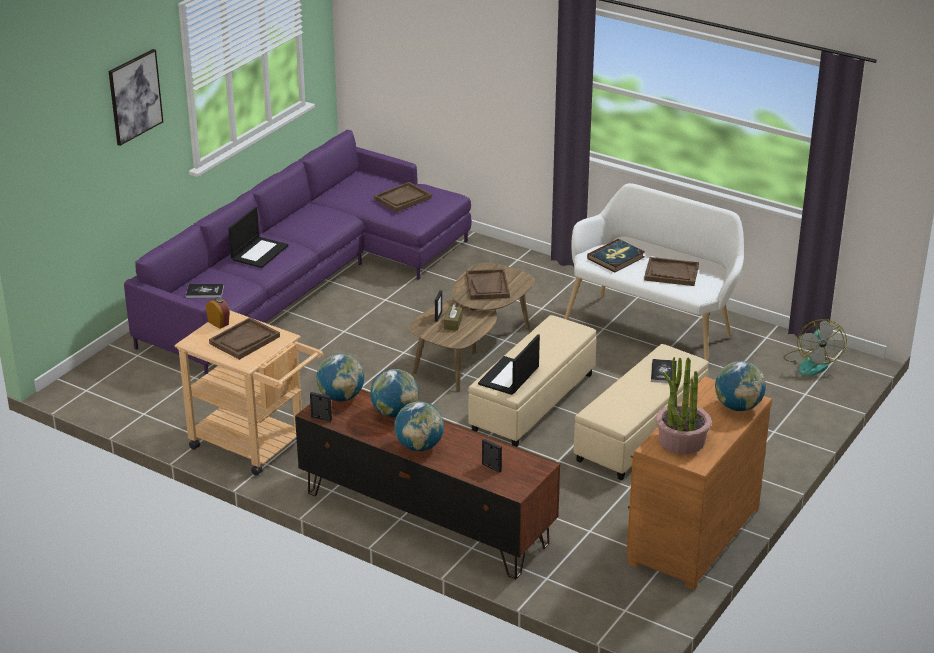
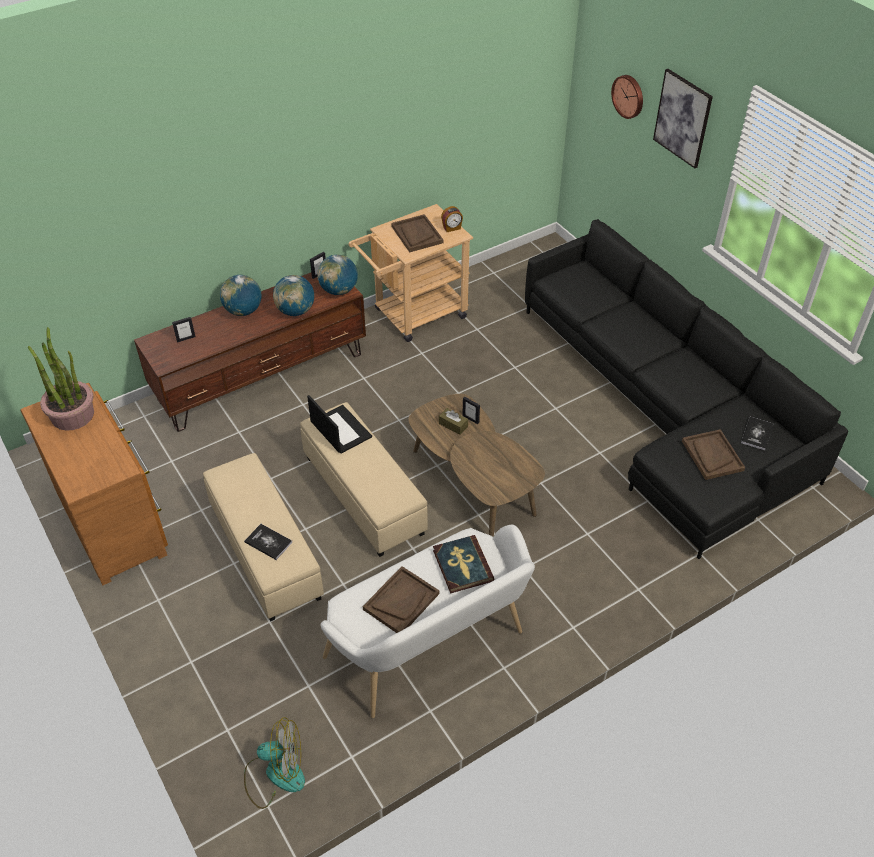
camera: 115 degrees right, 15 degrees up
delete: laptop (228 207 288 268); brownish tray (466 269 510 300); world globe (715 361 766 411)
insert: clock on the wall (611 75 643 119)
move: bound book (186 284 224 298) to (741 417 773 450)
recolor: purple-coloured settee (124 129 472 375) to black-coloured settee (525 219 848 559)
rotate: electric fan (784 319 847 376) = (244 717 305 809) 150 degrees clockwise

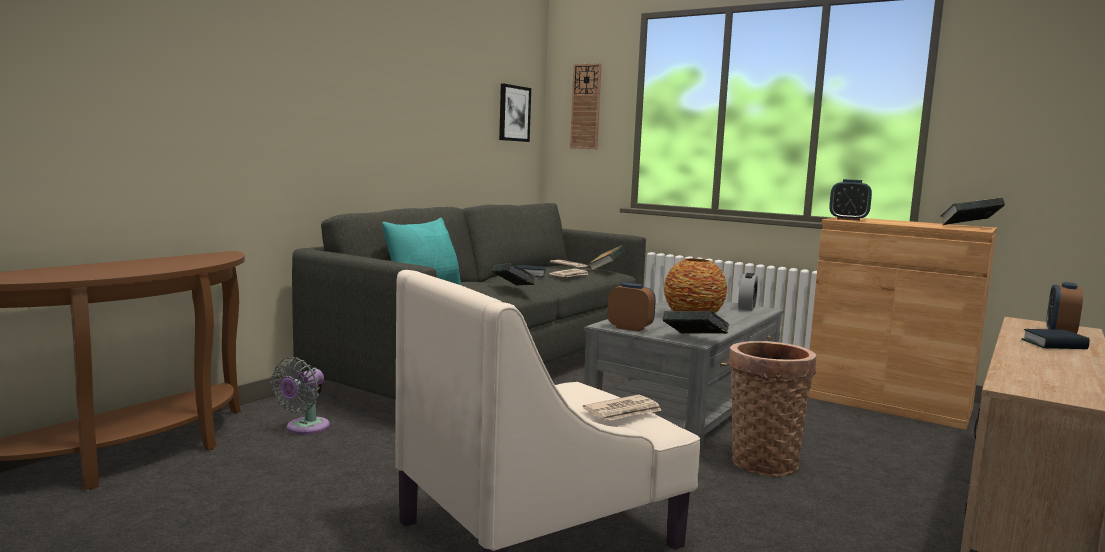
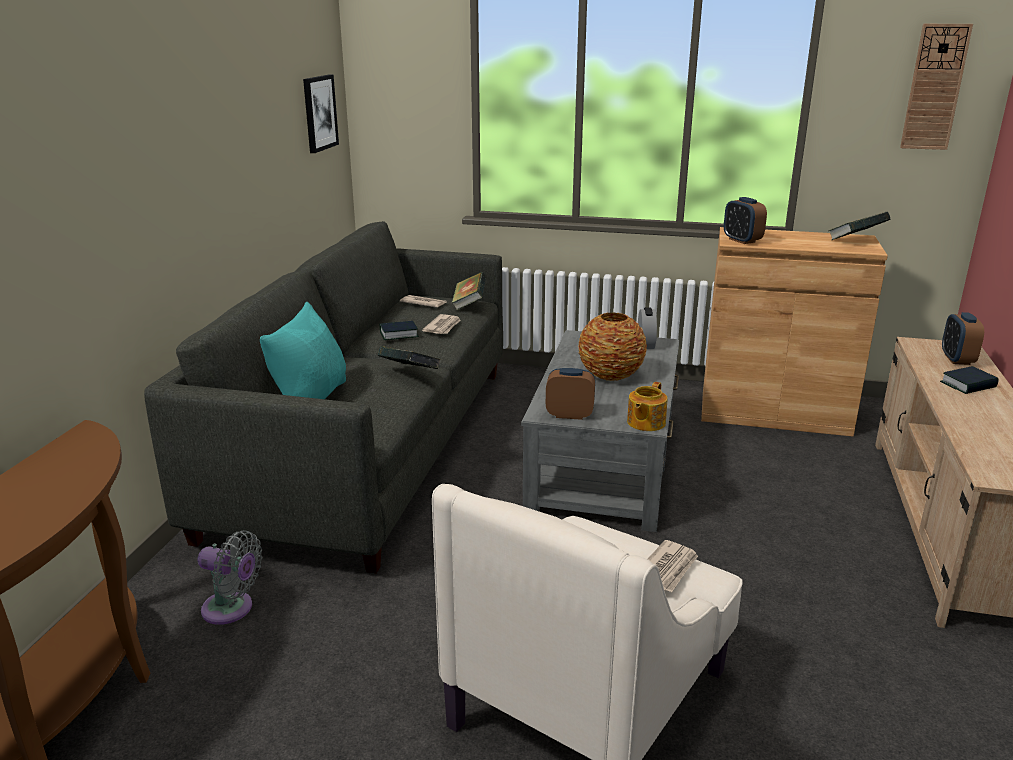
camera: 20 degrees left, 15 degrees up
delete: household basket (729 341 816 477)
move: clock on the wall (570 63 602 149) to (900 24 973 150)
replace: bound book (662 311 729 334) to pot for tea (627 382 668 431)
rotate: greyish electric fan (270 357 330 434) = (198 530 262 625) 75 degrees counterclockwise; alarm clock (829 179 872 221) = (724 197 767 244) 60 degrees clockwise

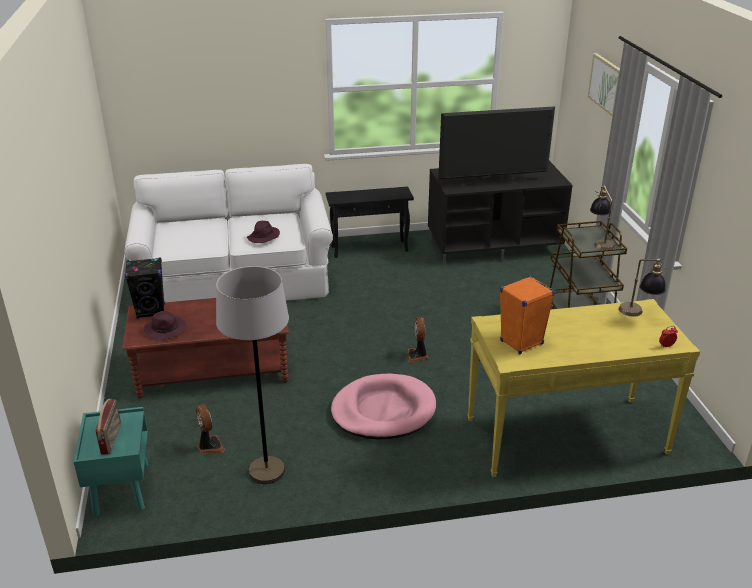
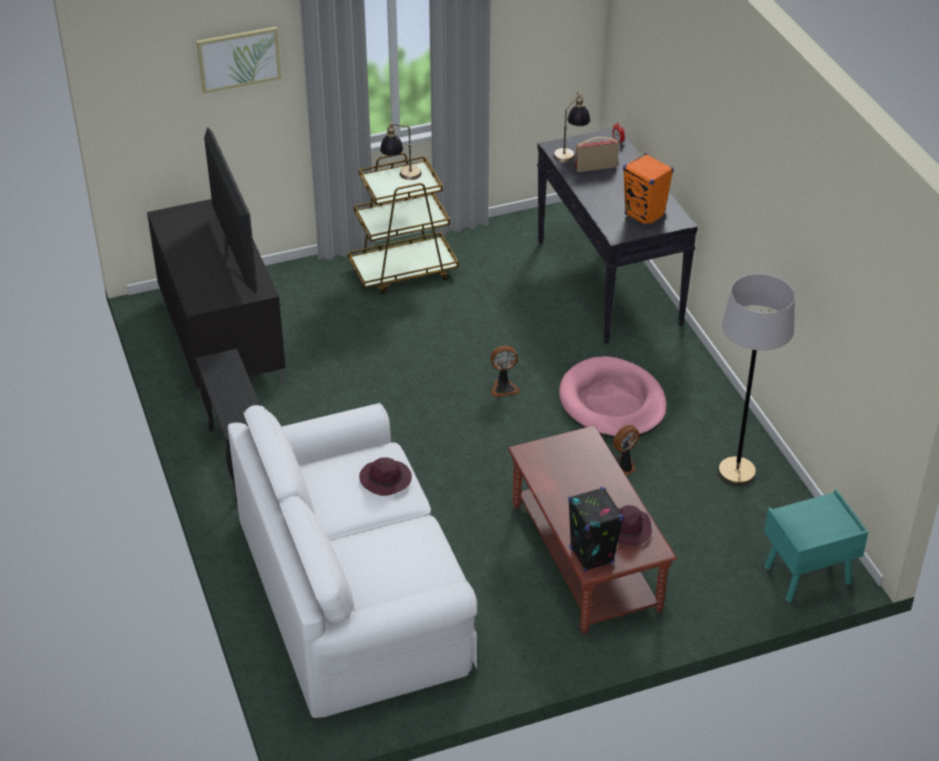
camera: 100 degrees left, 10 degrees up
move: radio receiver (95 399 121 455) to (575 137 619 172); electric fan (196 404 225 454) to (613 424 640 476)
recolor: yellowish narrow table (467 299 700 477) to black-coloured narrow table (537 128 698 344)

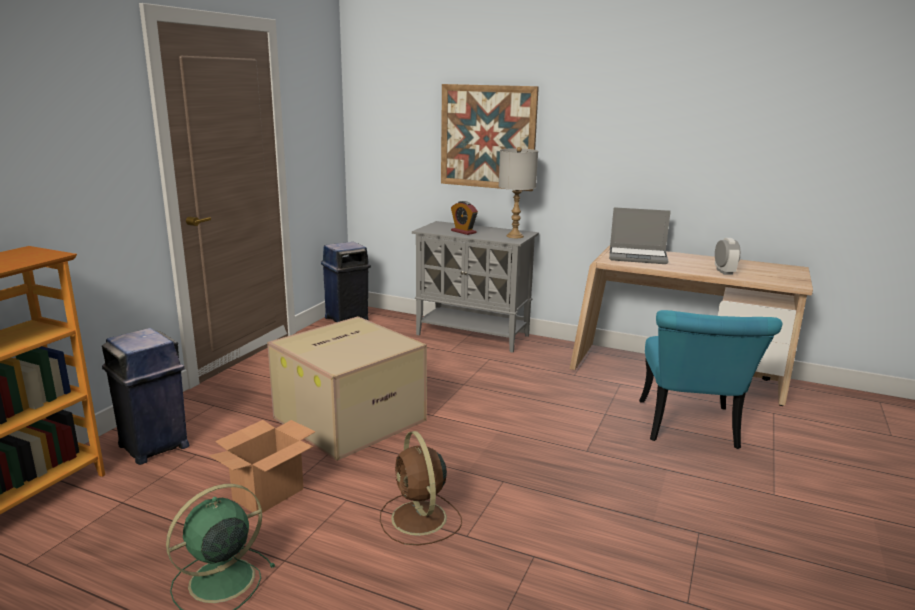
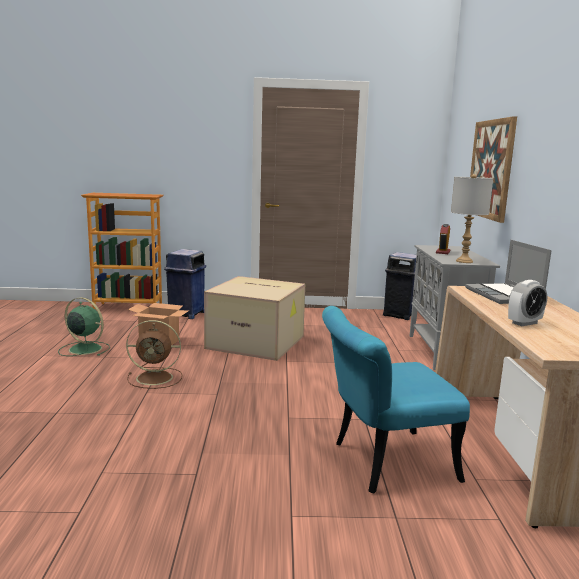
camera: 65 degrees right, 5 degrees down
rotate: brownish electric fan (380 431 462 545) = (126 320 182 389) 135 degrees counterclockwise

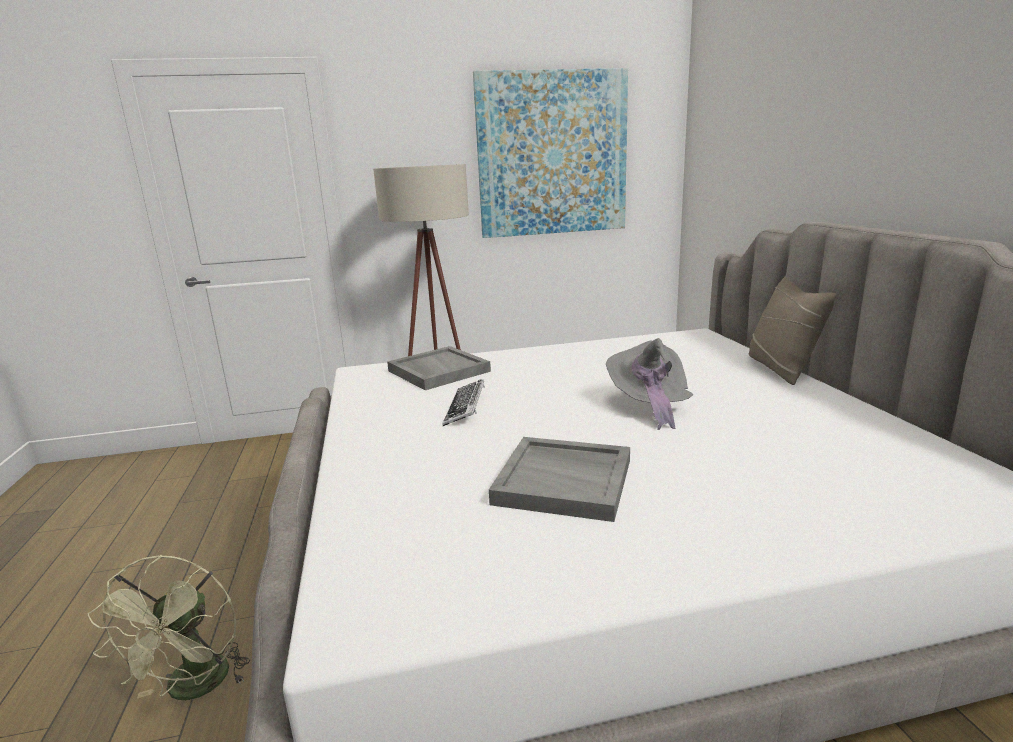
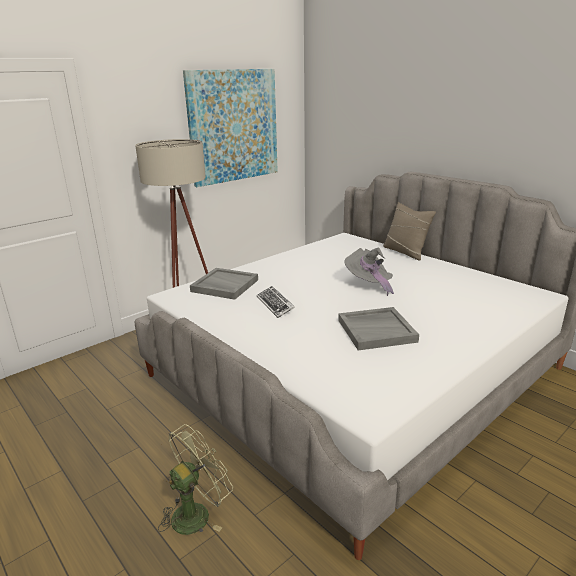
camera: 30 degrees left, 5 degrees up
rotate: greenish electric fan (87 555 250 700) = (158 424 233 535) 105 degrees counterclockwise

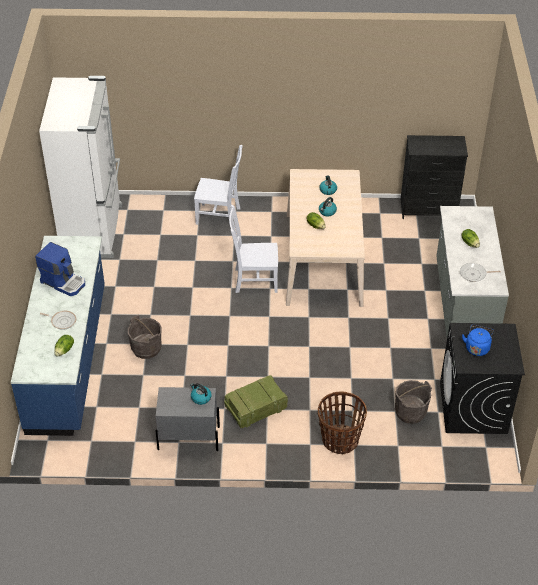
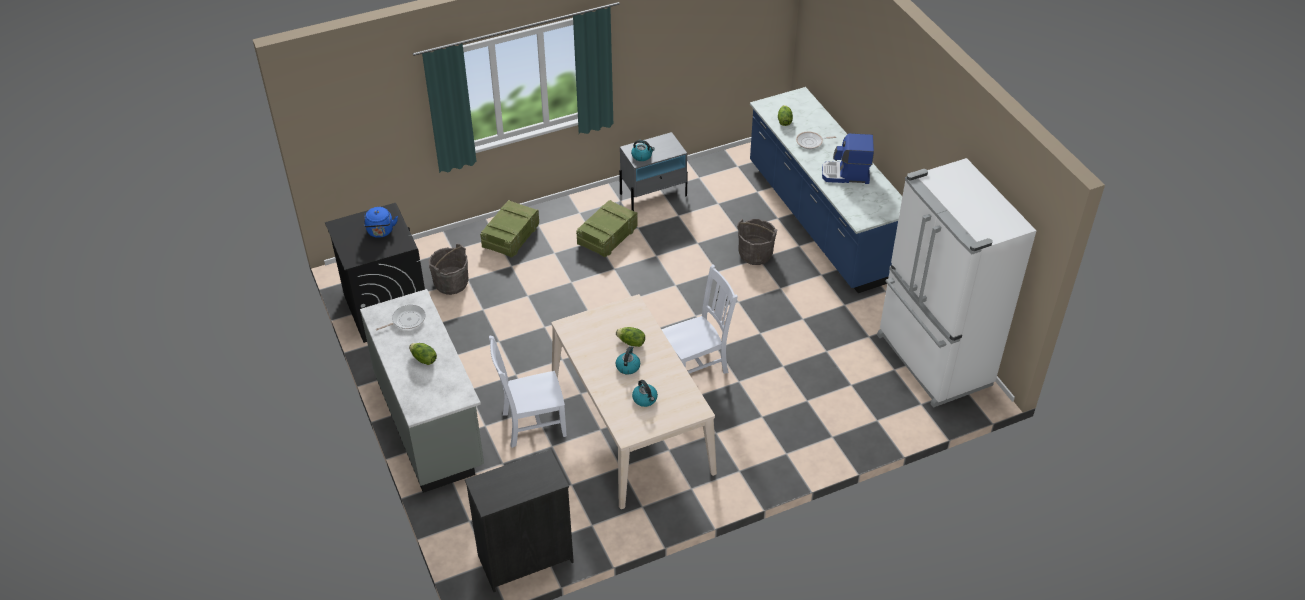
camera: 155 degrees right, 0 degrees up
move: white plain chair (194 145 243 225) to (489 336 567 448)
replace: household basket (318 392 367 454) to crate (480 200 539 258)

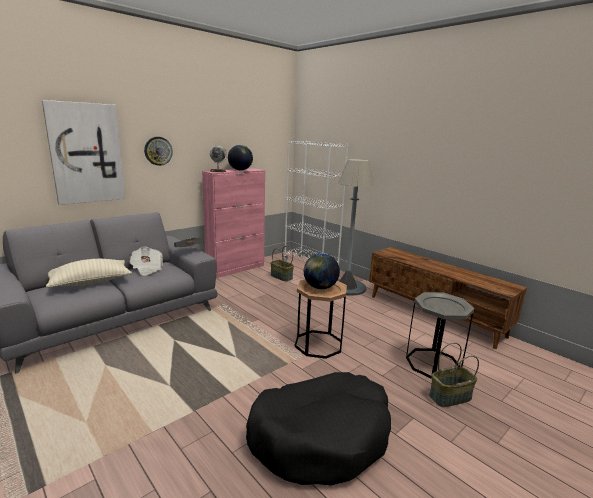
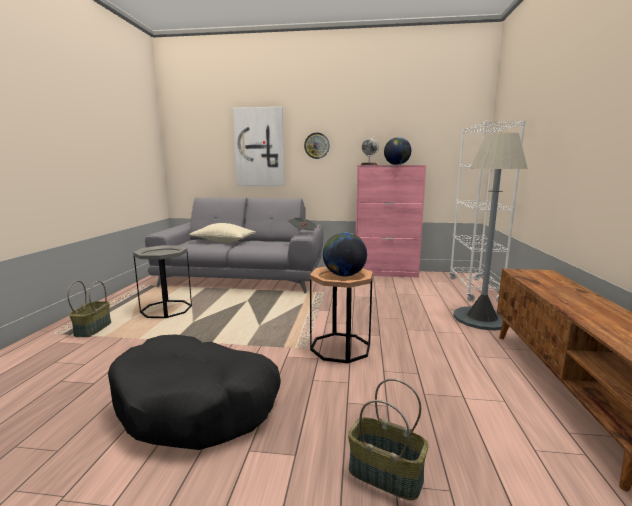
camera: 50 degrees right, 5 degrees down
delete: printed paper (129 247 163 276)
move: household basket (270 246 294 281) to (67 281 111 337); greyish end table (406 292 474 379) to (133 245 192 318)

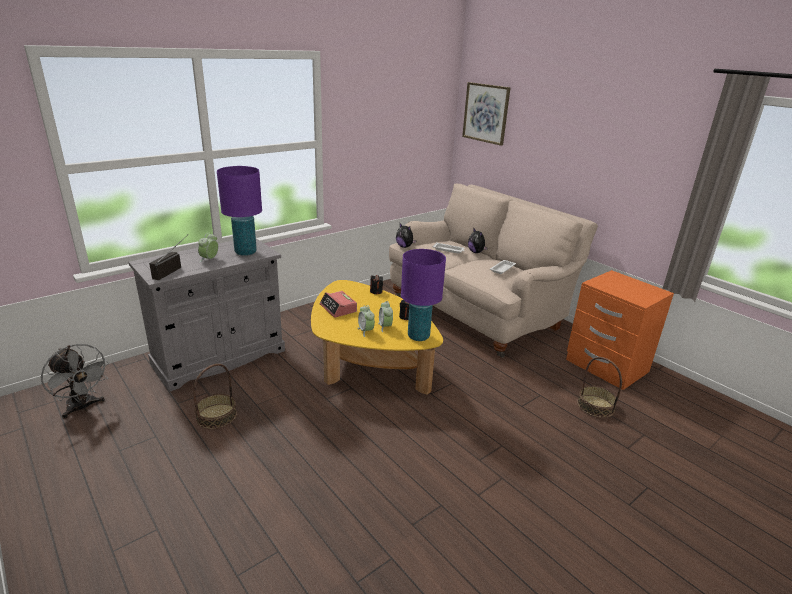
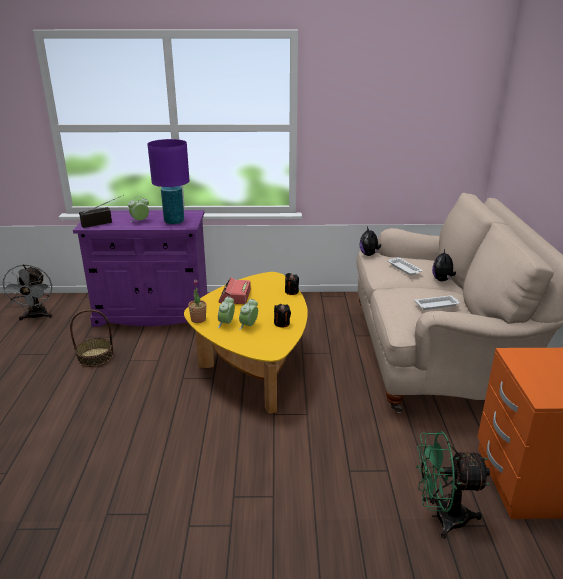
camera: 40 degrees right, 0 degrees up
delete: purple-coloured table lamp (401 249 446 341); wall picture (462 82 511 146)
insert: plant in a pot (188 279 207 323)
replace: household basket (577 357 622 418) to greenish electric fan (416 431 490 539)
recolor: greyish cabinet (129 239 285 392) to purple-coloured cabinet (73 210 208 327)

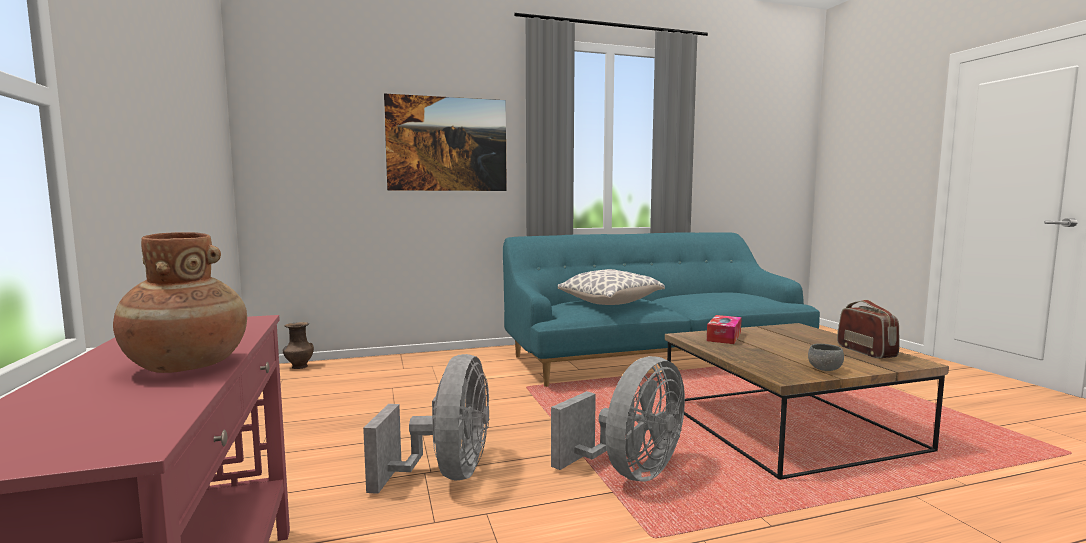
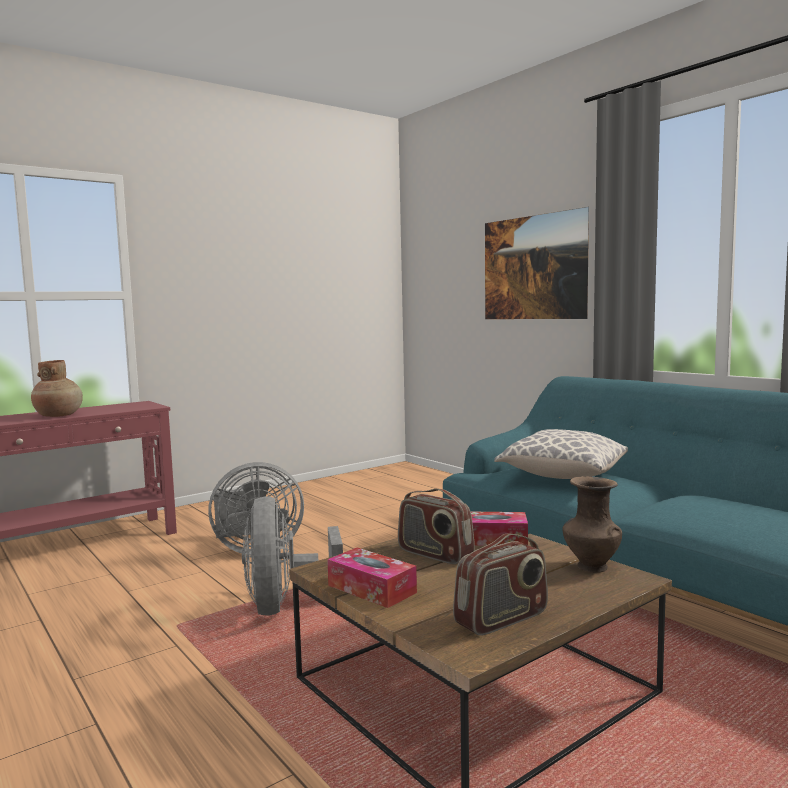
camera: 70 degrees right, 0 degrees up
insert: radio receiver (398 489 475 564)
move: brownish vase (283 322 314 369) to (563 476 622 573)
replace: greyish deep dish (808 344 844 371) to tissue holder (327 548 417 608)
rotate: greyish electric fan (551 356 685 482) = (242 496 343 616) 60 degrees clockwise

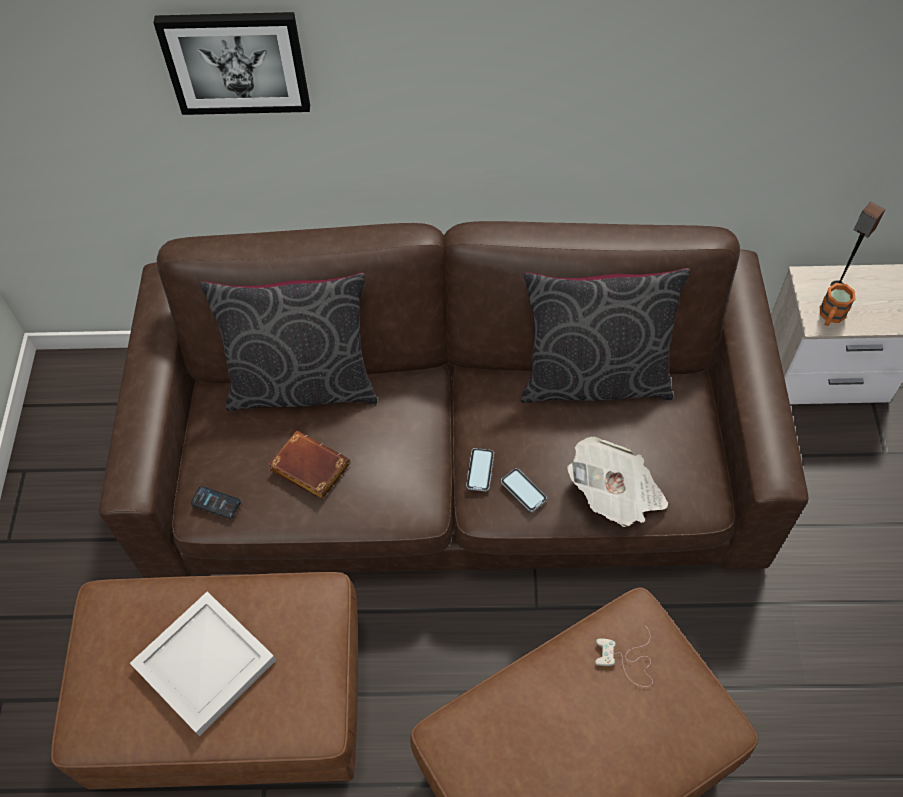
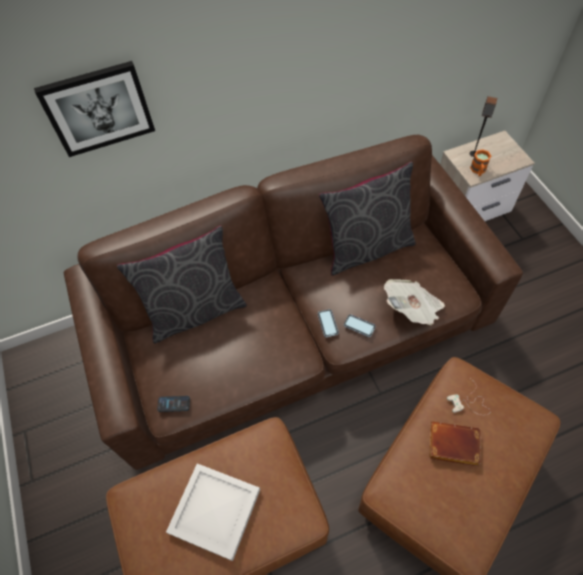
camera: 20 degrees left, 0 degrees up
move: brownish bound book (268 431 350 499) to (429 422 481 466)

